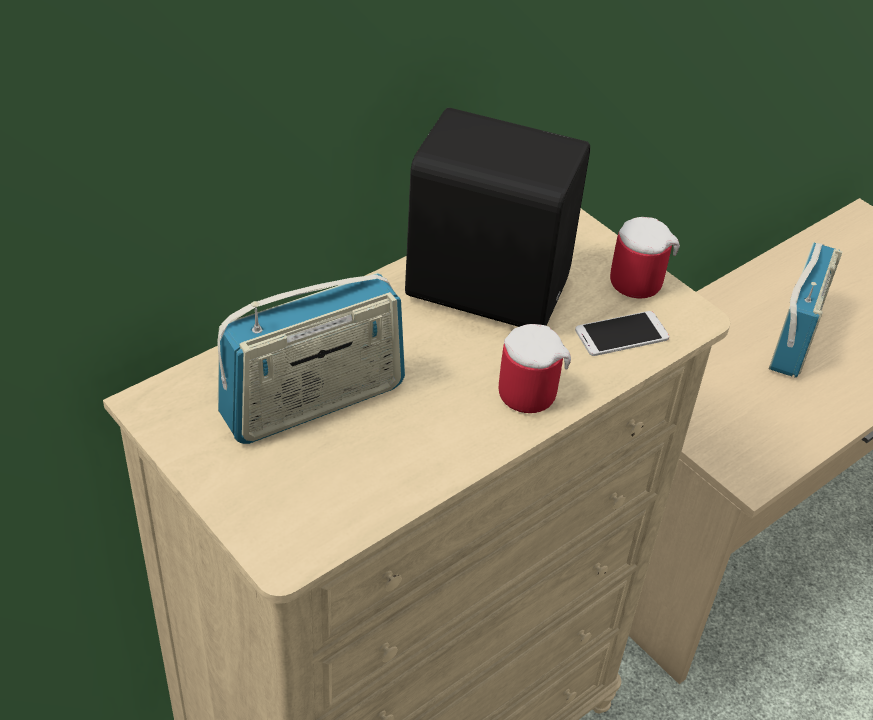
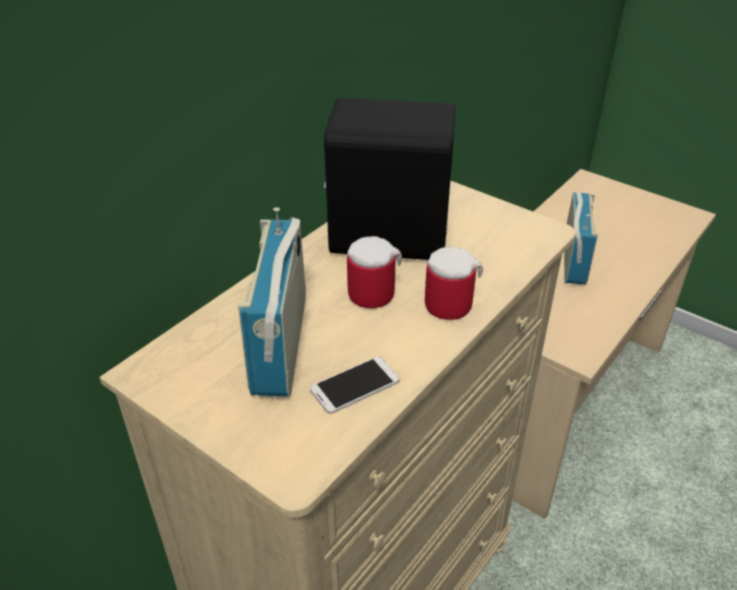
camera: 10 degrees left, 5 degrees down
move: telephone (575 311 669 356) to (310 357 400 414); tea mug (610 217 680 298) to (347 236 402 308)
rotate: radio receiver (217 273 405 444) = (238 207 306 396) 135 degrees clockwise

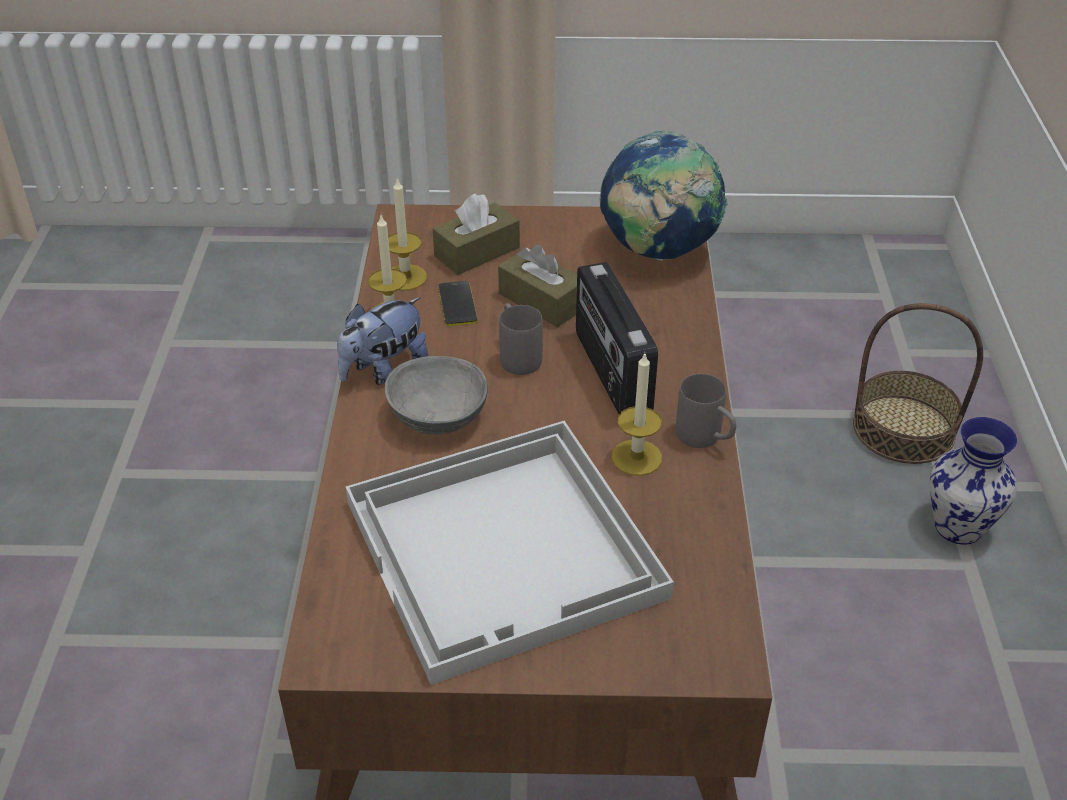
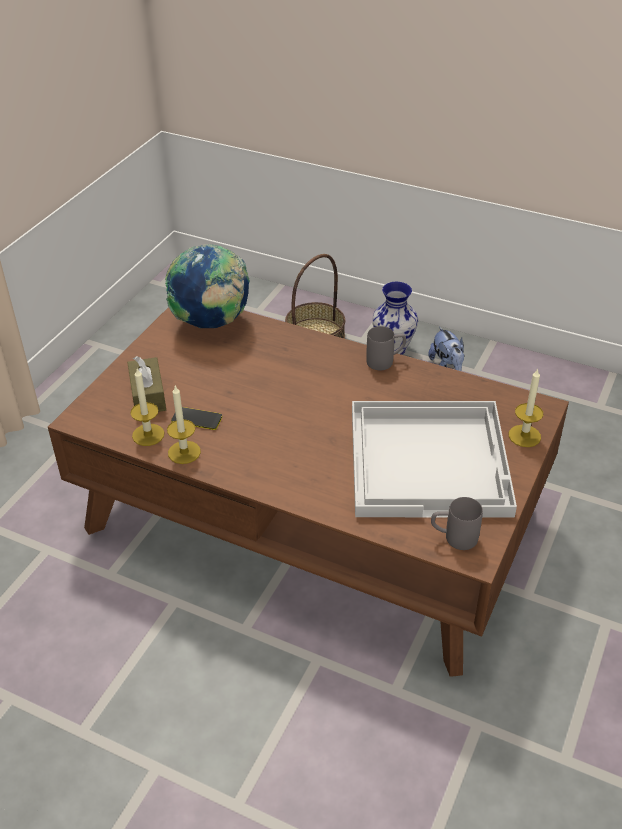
camera: 65 degrees left, 0 degrees up
delete: greyish deep dish (385 356 488 435); brownish tissue holder (498 244 577 327); radio receiver (576 262 658 415)
move: cuddly toy (337 297 428 385) to (428 326 465 371); greyish tea mug (499 303 543 375) to (431 497 483 550); wax light (612 354 662 476) to (509 368 543 447)

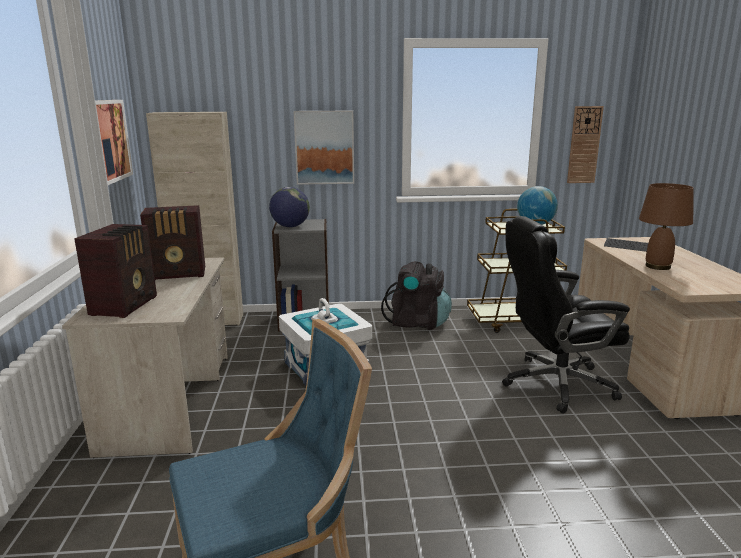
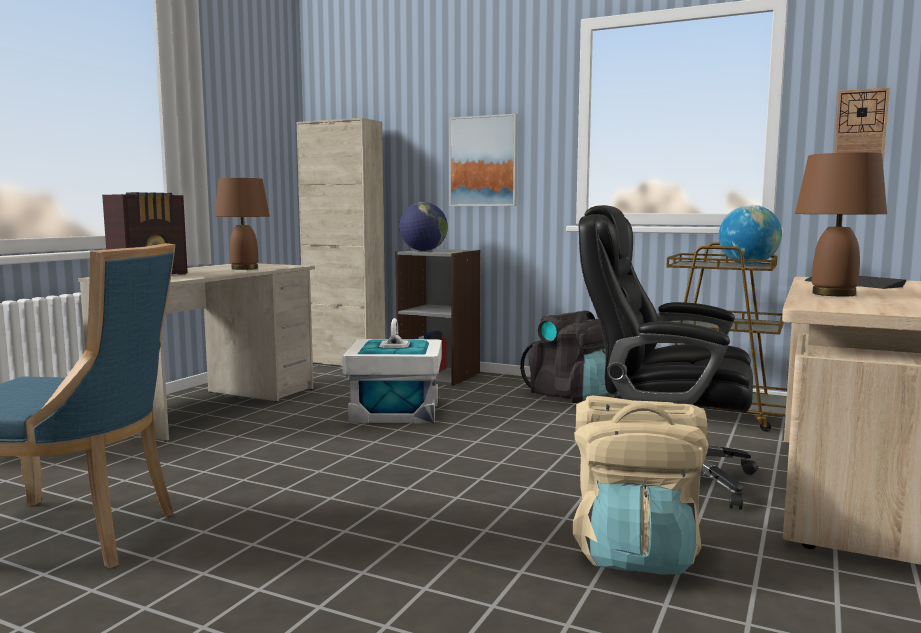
camera: 30 degrees right, 10 degrees down
delete: wall picture (95 100 133 185)
insert: beige rucksack (573 395 709 575)
replace: radio receiver (140 205 205 280) to brownish table lamp (215 178 270 270)

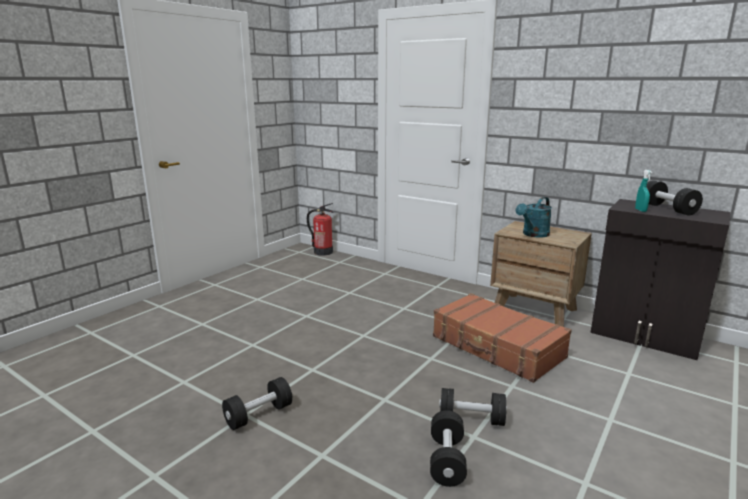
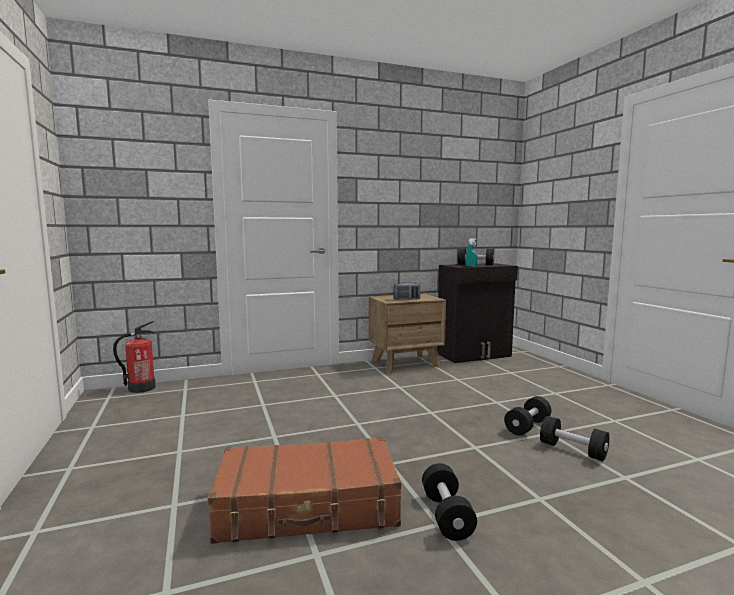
camera: 55 degrees left, 10 degrees down
move: brownish piece of luggage (433 293 572 383) to (208 437 401 544)
replace: turquoise watering can (516 197 552 238) to radio receiver (393 282 420 300)

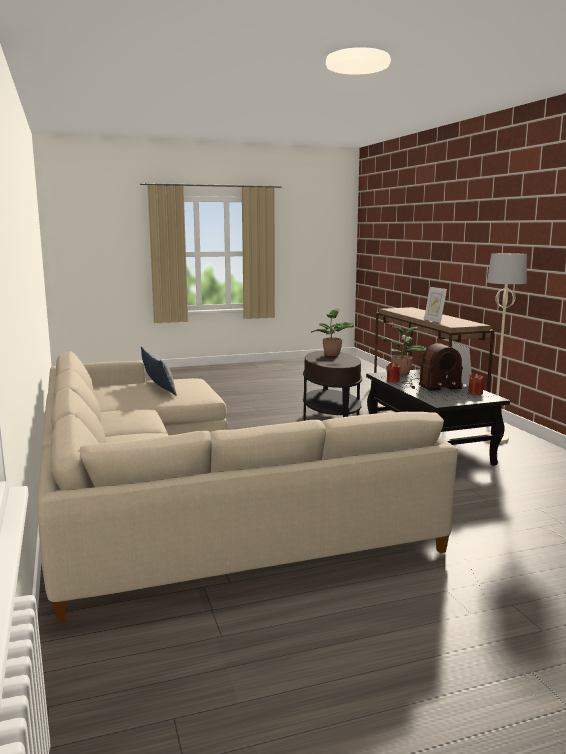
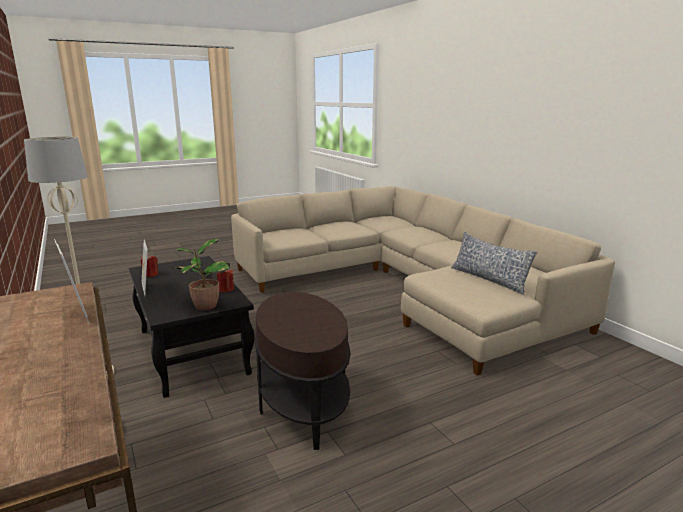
camera: 170 degrees right, 5 degrees up
delete: plant in a pot (311 309 354 356); radio receiver (403 343 463 391)

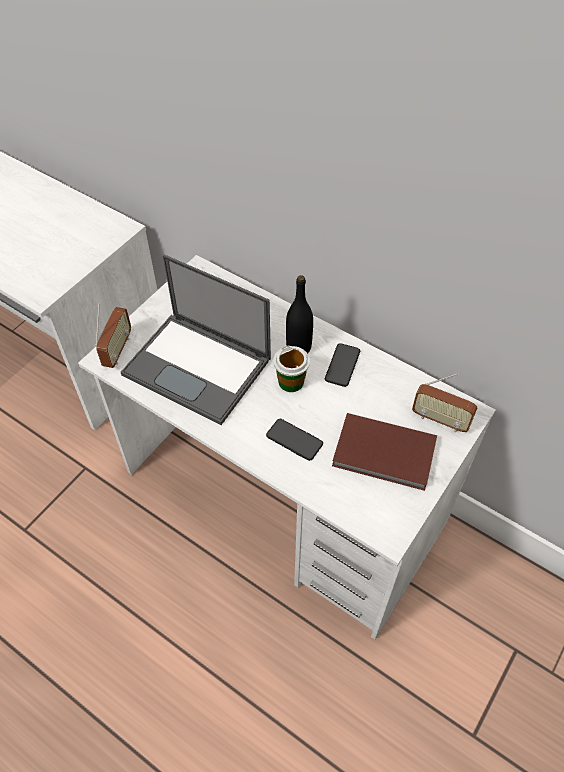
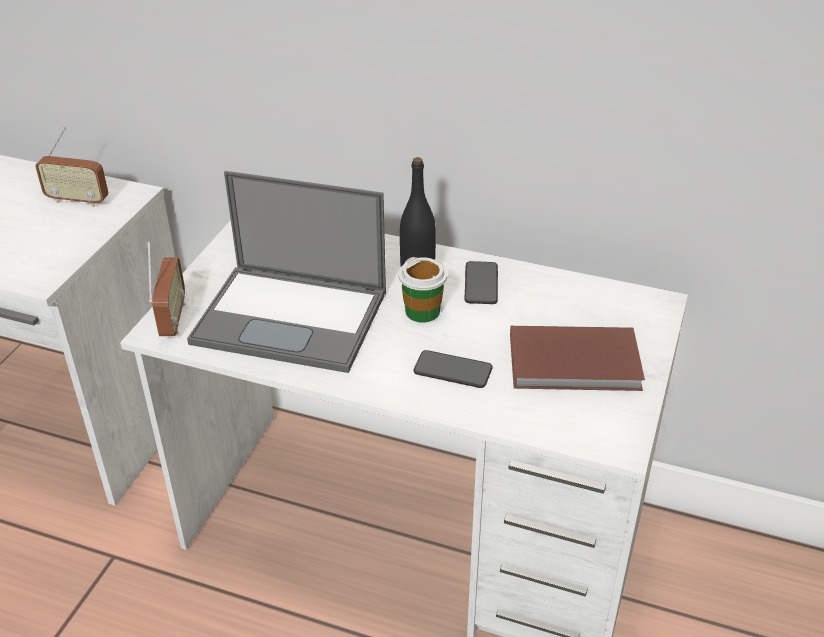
camera: 15 degrees left, 15 degrees down
move: radio receiver (412 373 477 432) to (35 126 108 207)

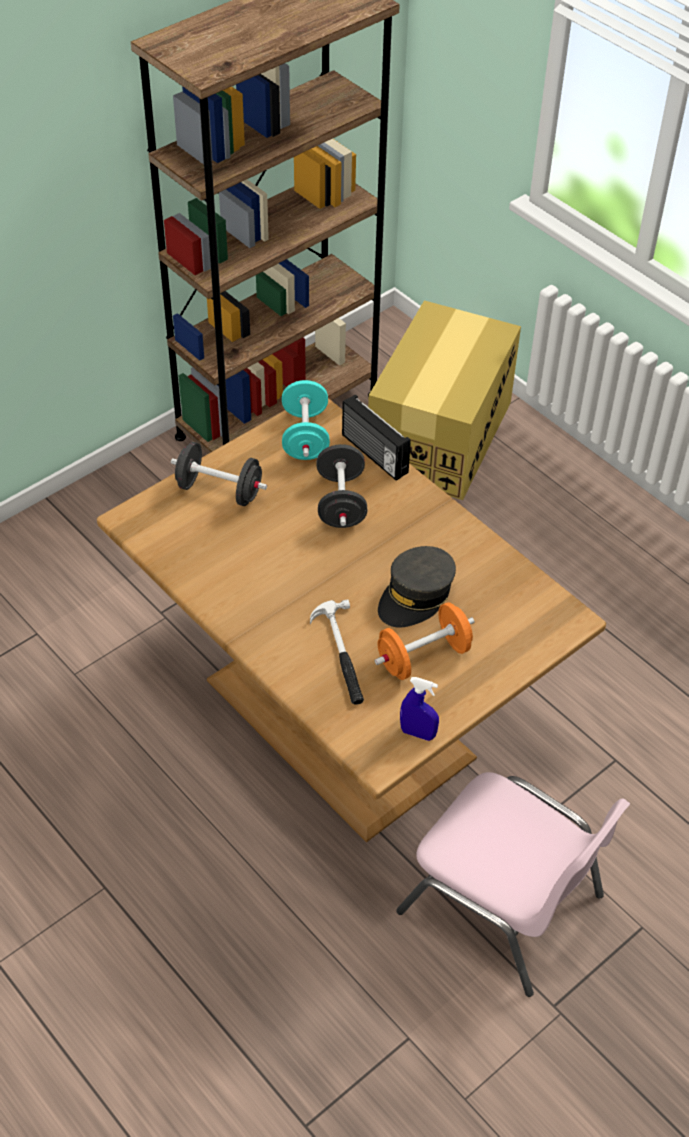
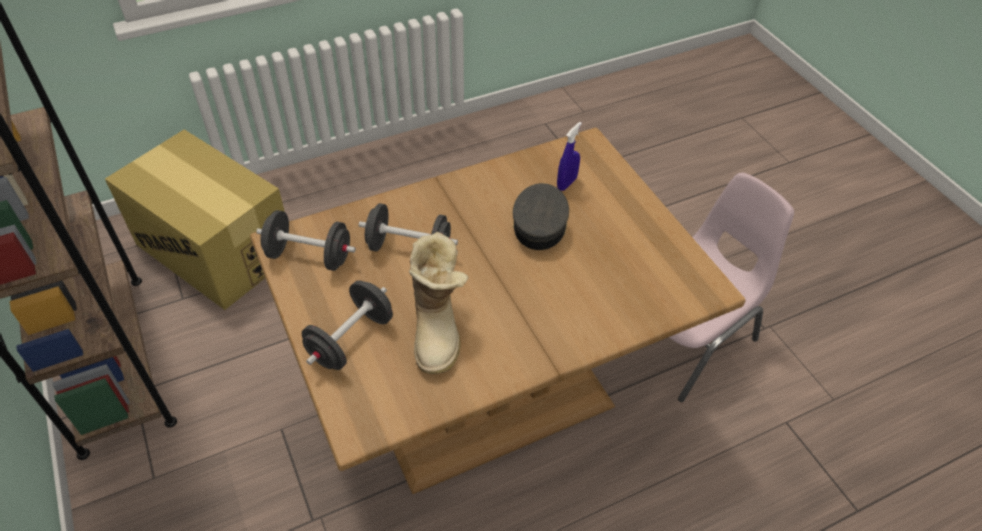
camera: 75 degrees left, 0 degrees up
delete: hammer (310 600 364 705); radio receiver (342 394 411 481); orange-coloured hand weight (374 602 474 680)
insert: high-top boot (409 232 468 374)
move: blue-coloured spray bottle (400 677 439 741) to (557 122 582 191)
recolor: turquoise hand weight (282 380 330 460) to black-coloured hand weight (256 210 356 271)
rotate: greyish peaked cap (378 546 456 628) = (513 183 569 250) 135 degrees counterclockwise

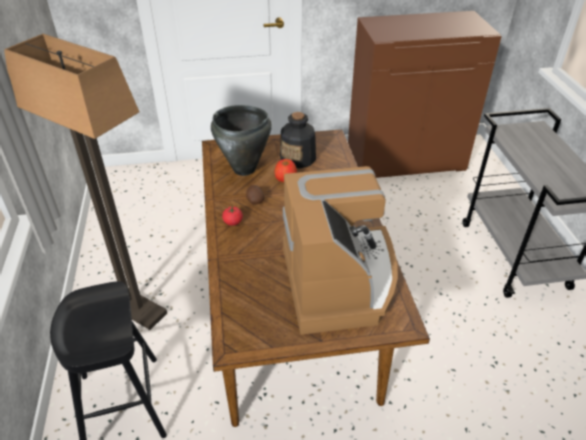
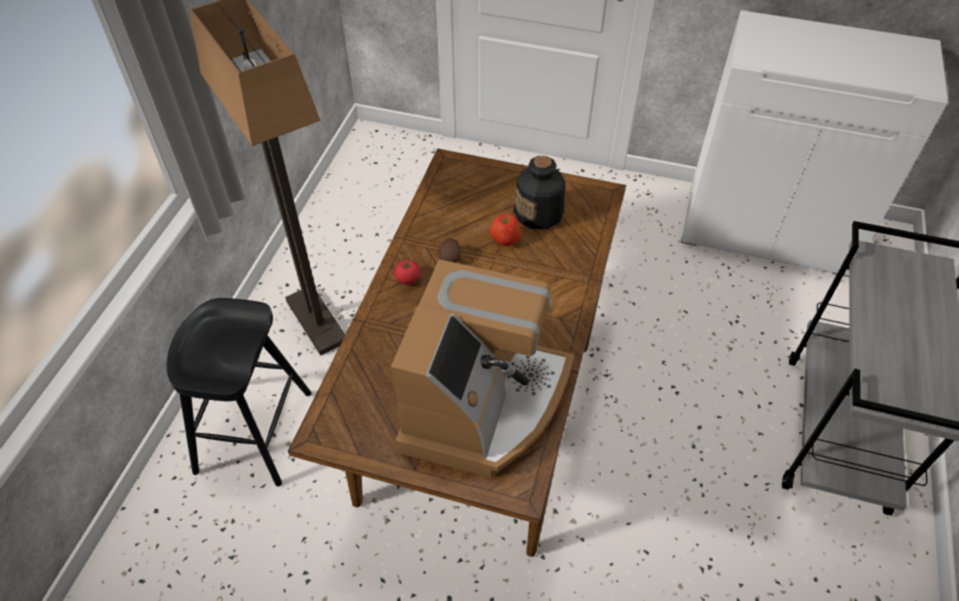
camera: 25 degrees right, 10 degrees up
delete: black-coloured cooking pot (211 105 272 176)
recolor: brownish cabinet (348 11 502 178) to white cabinet (681 10 948 277)

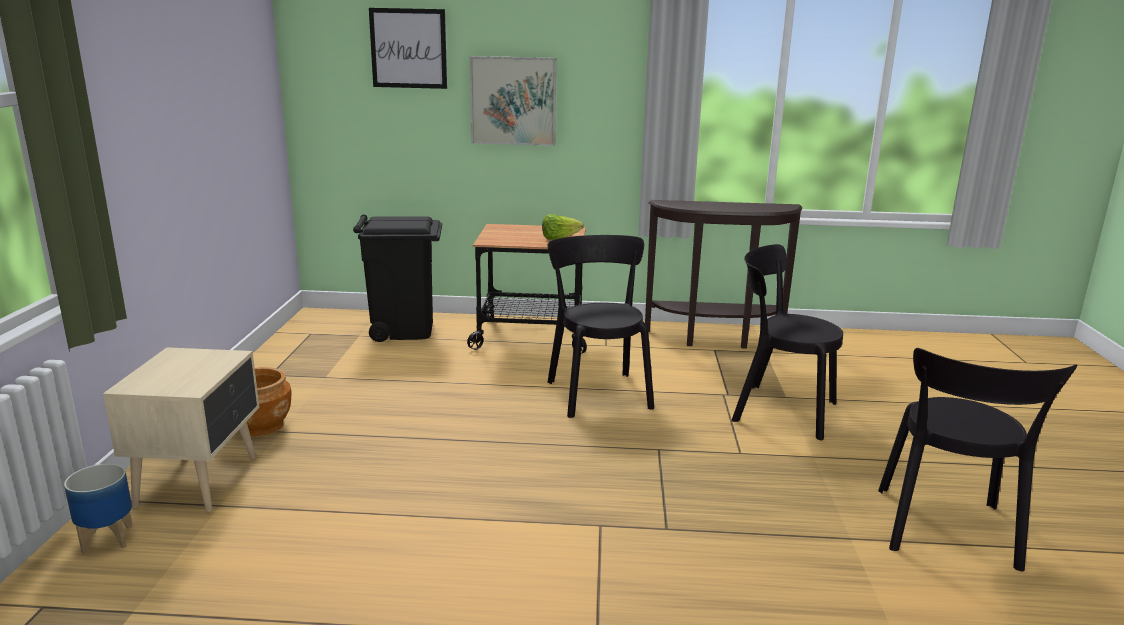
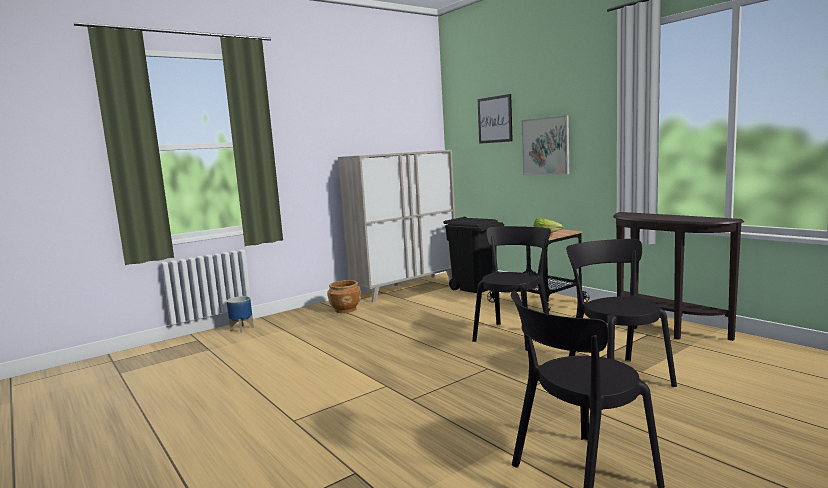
camera: 50 degrees right, 10 degrees down
delete: beige nightstand (103 347 259 512)
insert: beige cabinet (338 150 455 303)

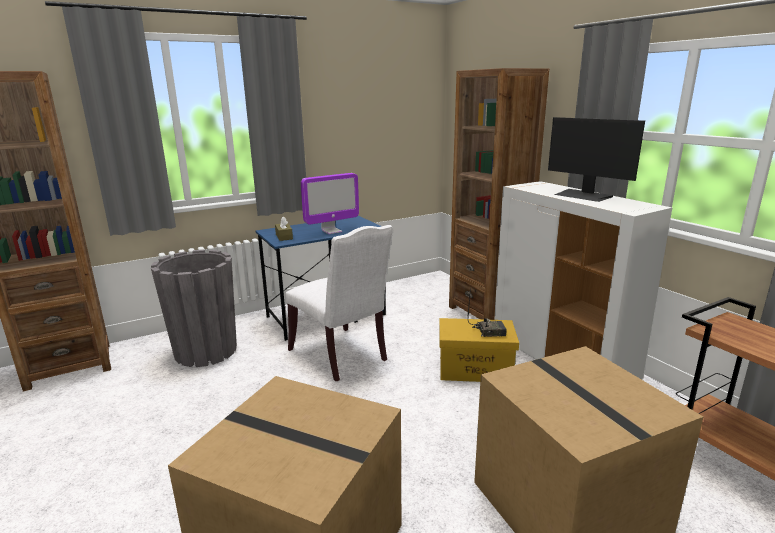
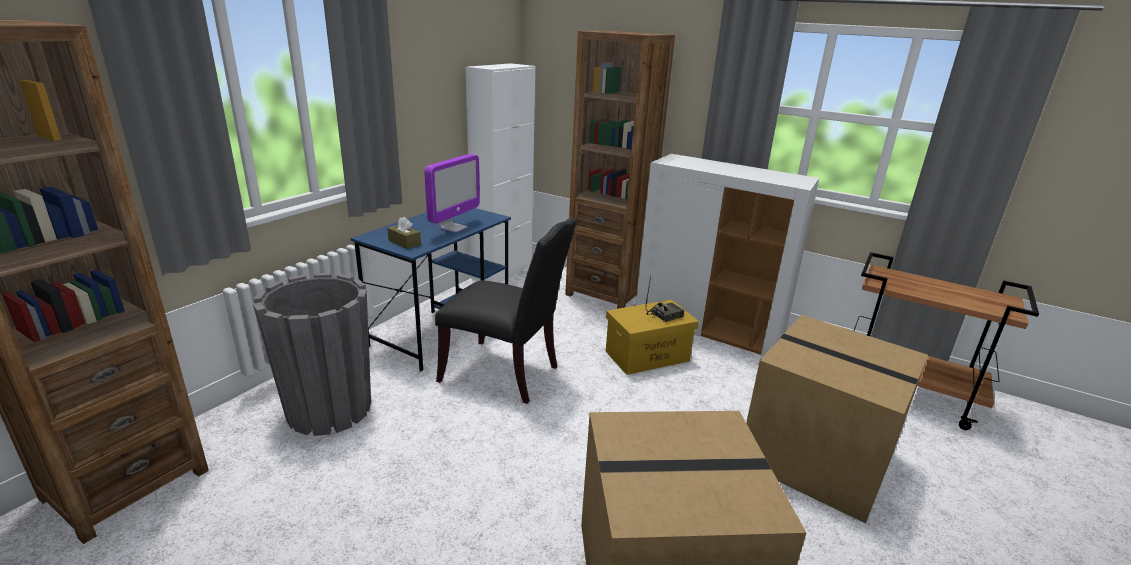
camera: 30 degrees left, 5 degrees up
delete: computer display (548 117 645 202)
insert: white cabinet (465 63 535 283)
recolor: white plain chair (285 225 393 382) to black-coloured plain chair (435 218 577 404)

